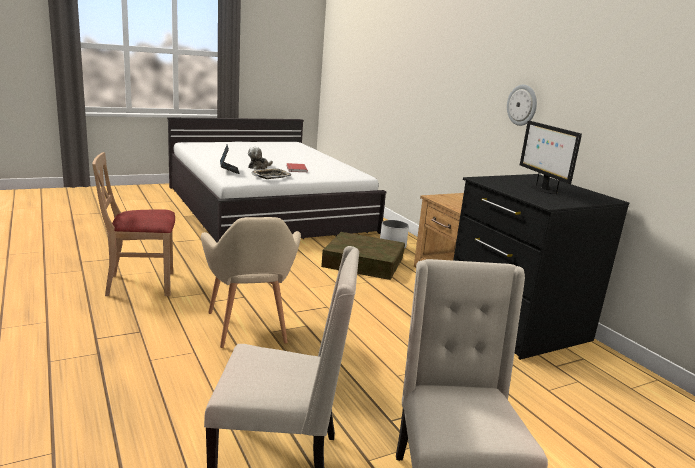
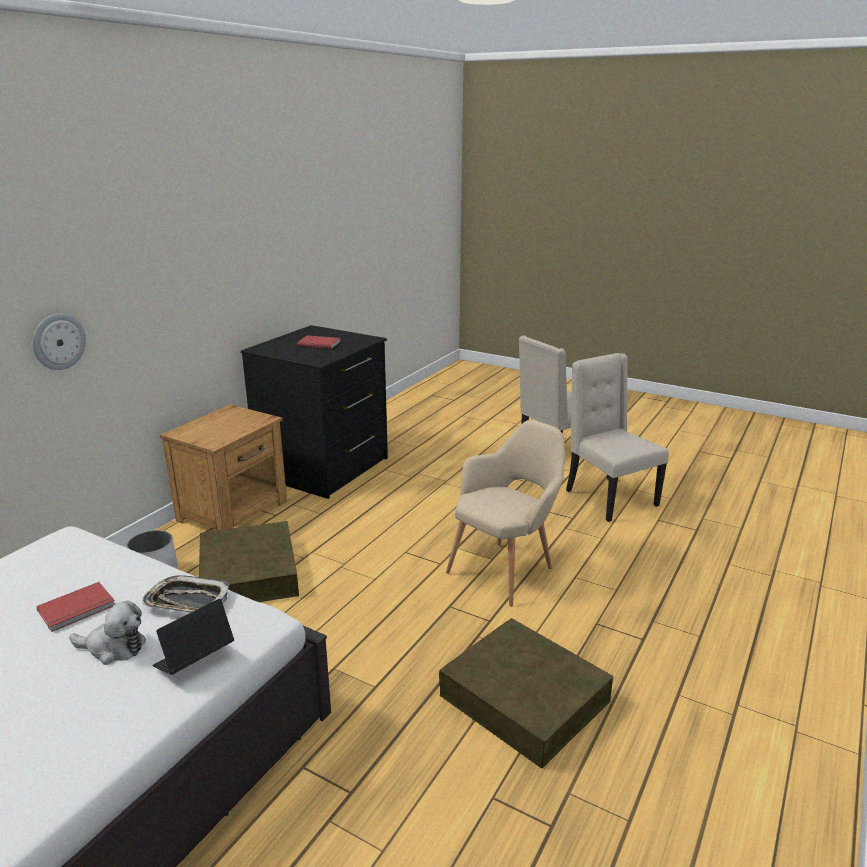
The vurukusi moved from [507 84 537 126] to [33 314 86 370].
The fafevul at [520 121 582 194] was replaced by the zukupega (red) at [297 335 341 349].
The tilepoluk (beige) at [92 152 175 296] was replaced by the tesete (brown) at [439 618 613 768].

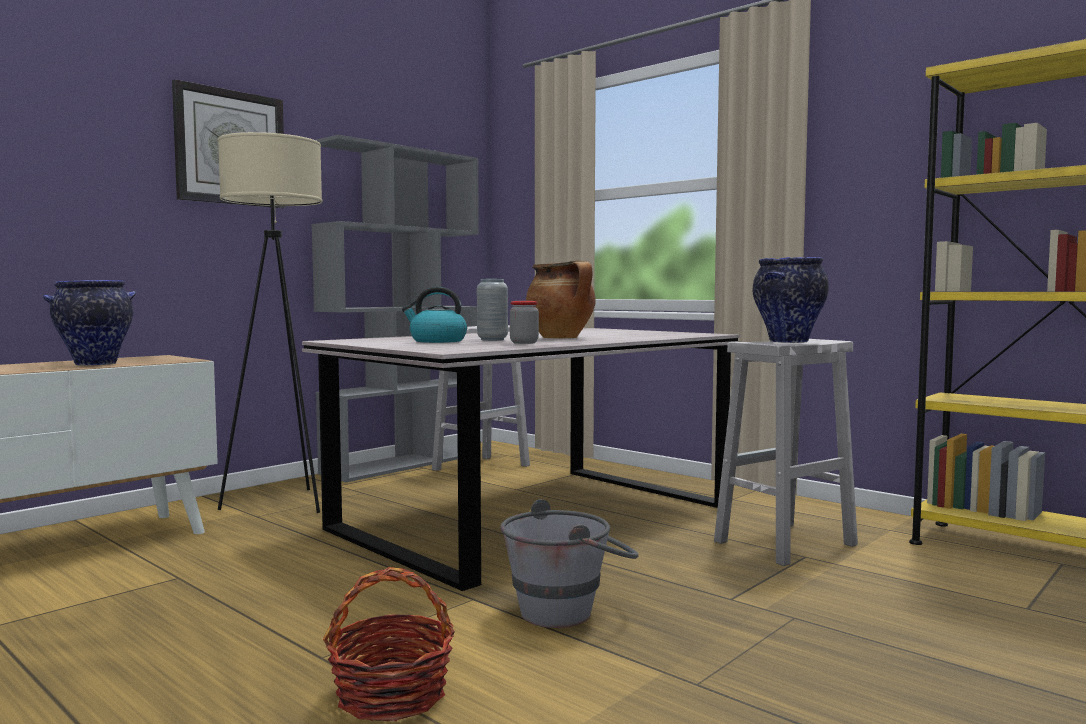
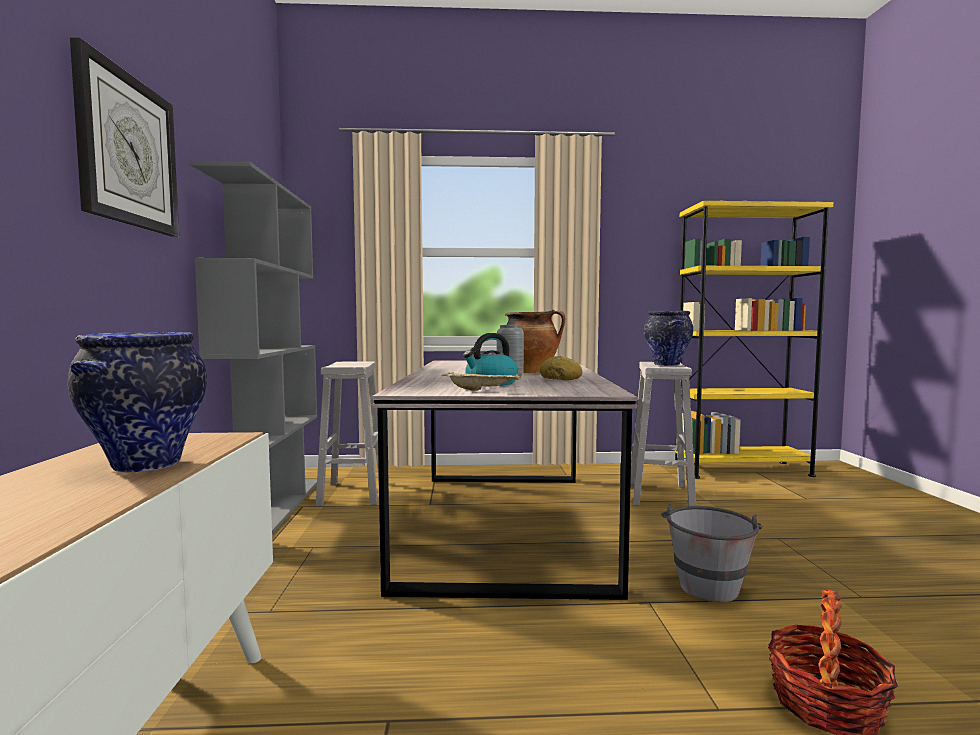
The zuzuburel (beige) at [218 132 322 513] disappeared.
The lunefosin at [510 301 539 344] was replaced by the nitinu at [540 356 582 380].
The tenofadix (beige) at [442 372 521 391] appeared.

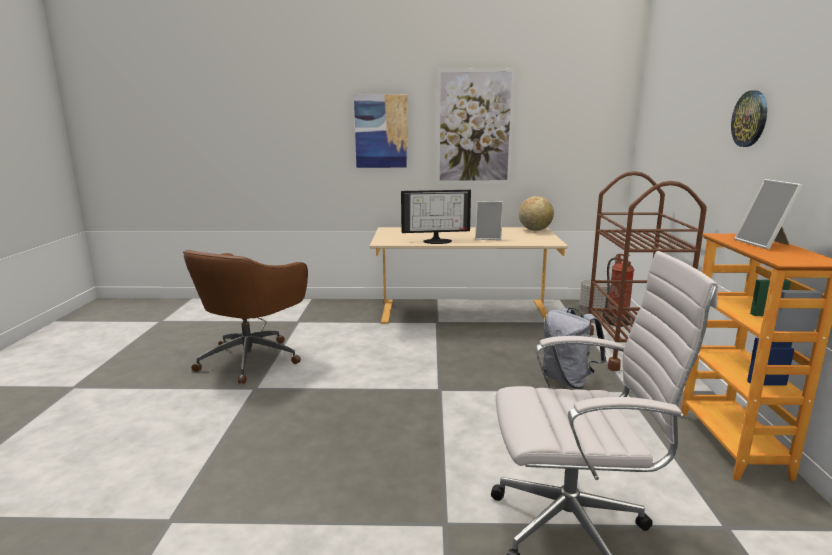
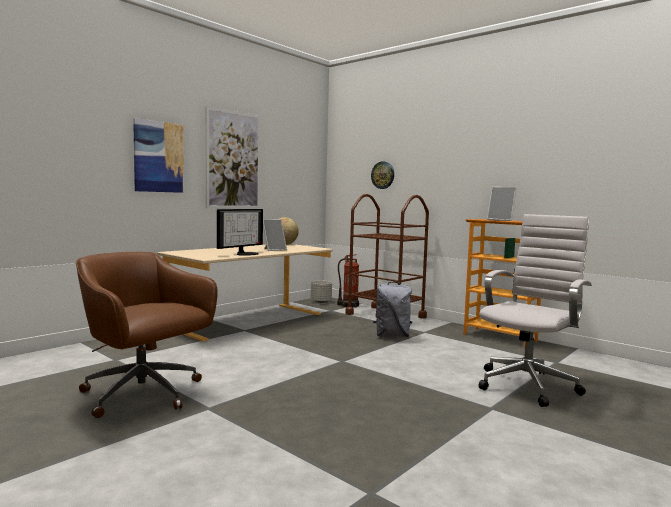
The vurukusi moved from [731 90 767 147] to [371 161 394 189].
The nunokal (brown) at [183 250 308 384] turned 150 degrees clockwise.

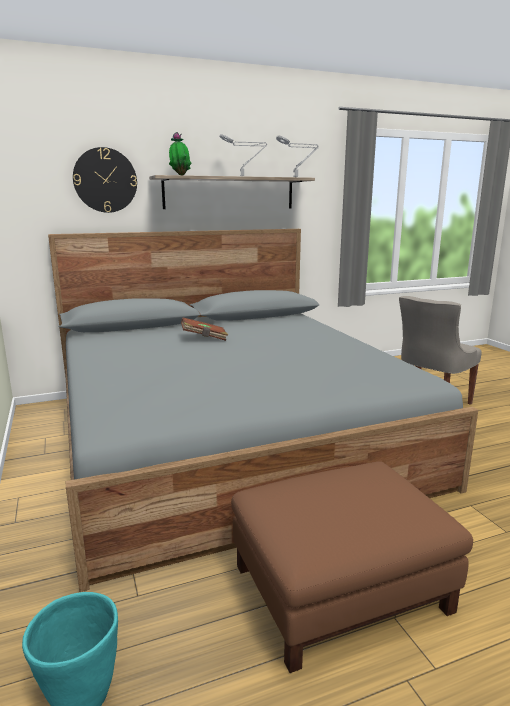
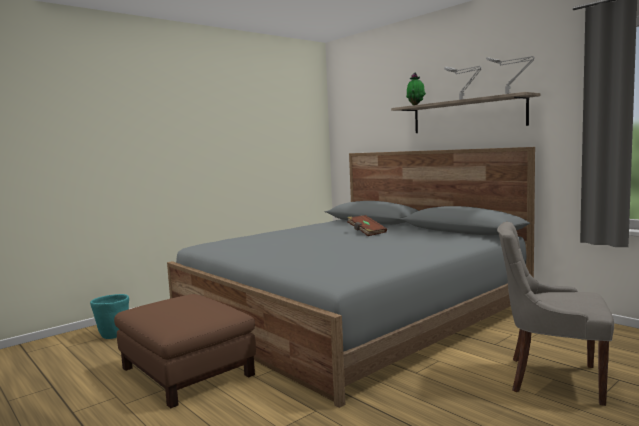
The vurukusi at [73 147 137 213] disappeared.

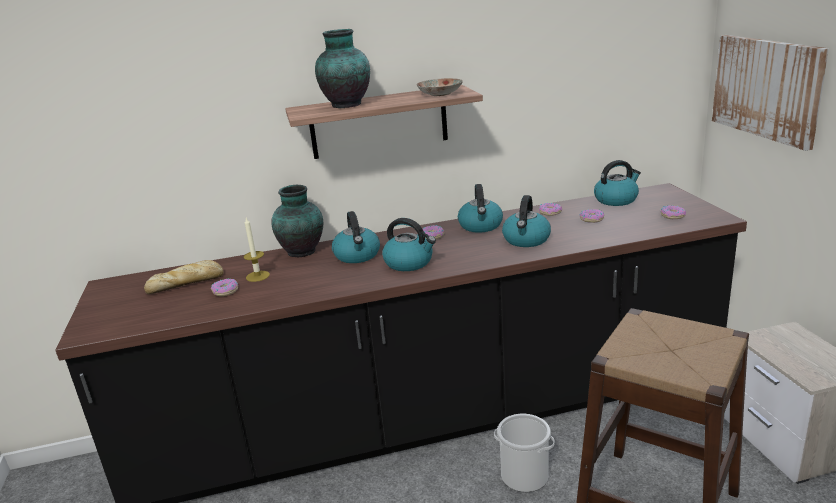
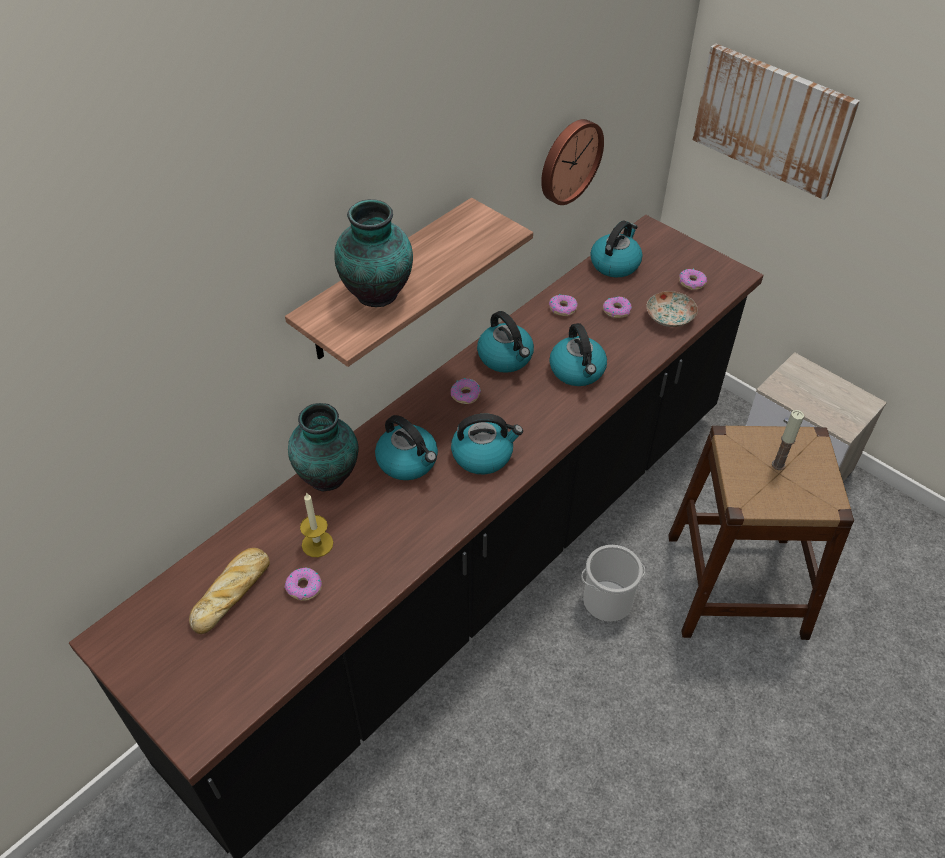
The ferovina moved from [416 78 463 96] to [646 291 698 327].
The vurukusi at [541 119 604 205] appeared.
The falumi at [772 410 804 470] appeared.

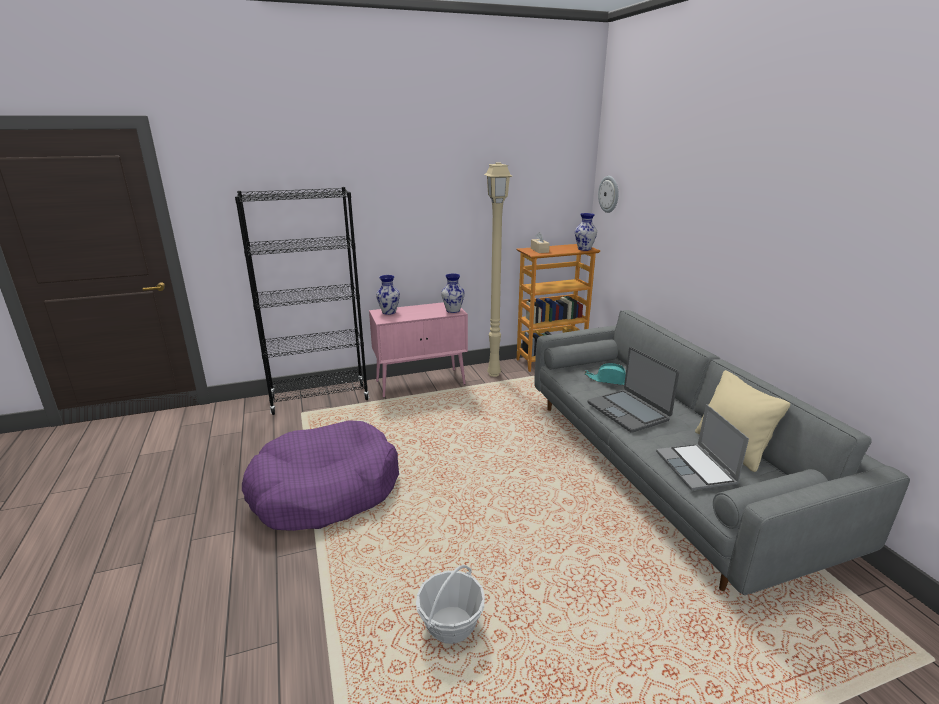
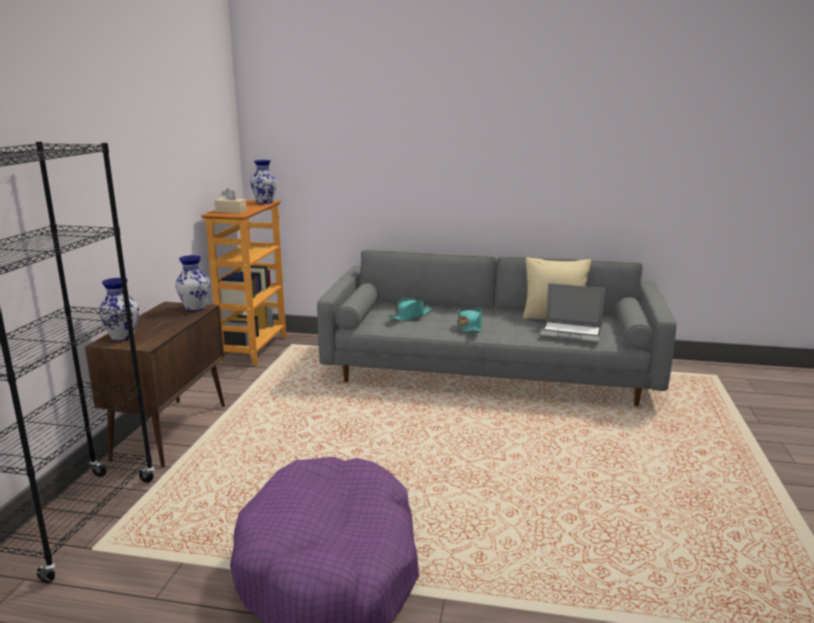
The zuzuburel (beige) at [484 163 512 377] disappeared.
The vurukusi at [598 176 618 213] disappeared.
The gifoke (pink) at [369 302 468 398] became the gifoke (brown) at [85 302 225 468].
The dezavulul at [588 347 679 433] was replaced by the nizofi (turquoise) at [457 307 482 333].
The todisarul at [416 565 485 644] disappeared.

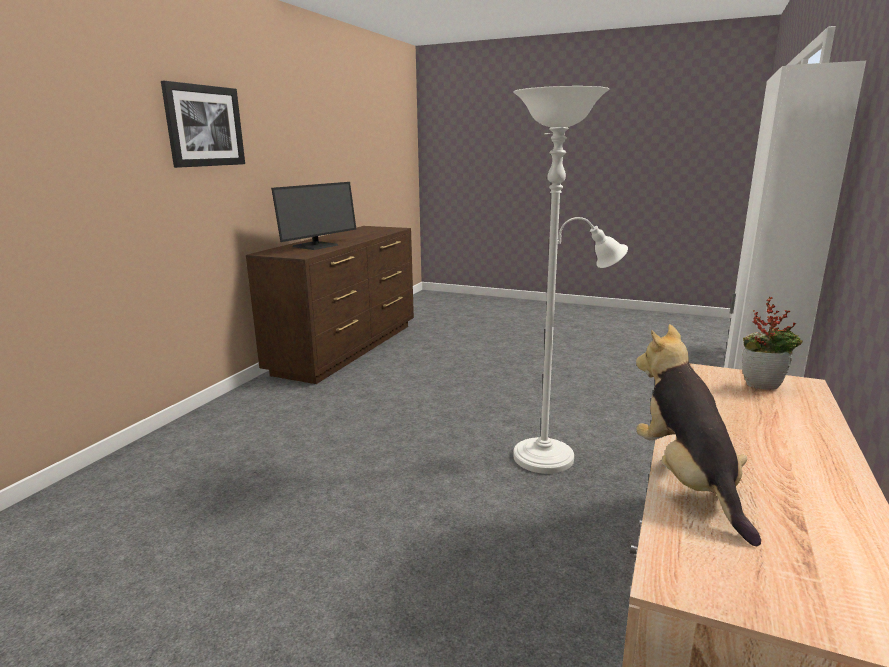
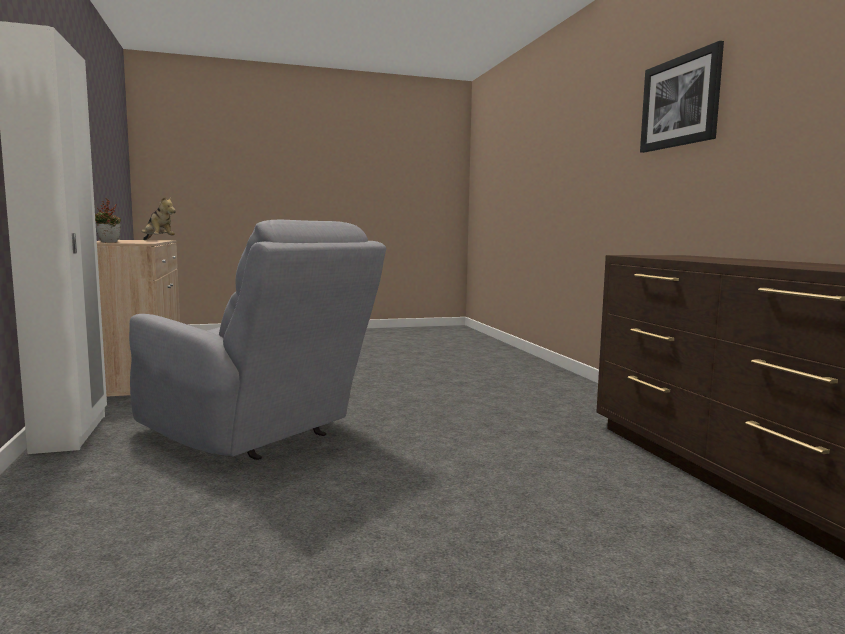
The zuzuburel (white) at [513 86 628 474] was replaced by the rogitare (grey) at [129 220 386 460].
The fafevul at [271 182 356 250] disappeared.

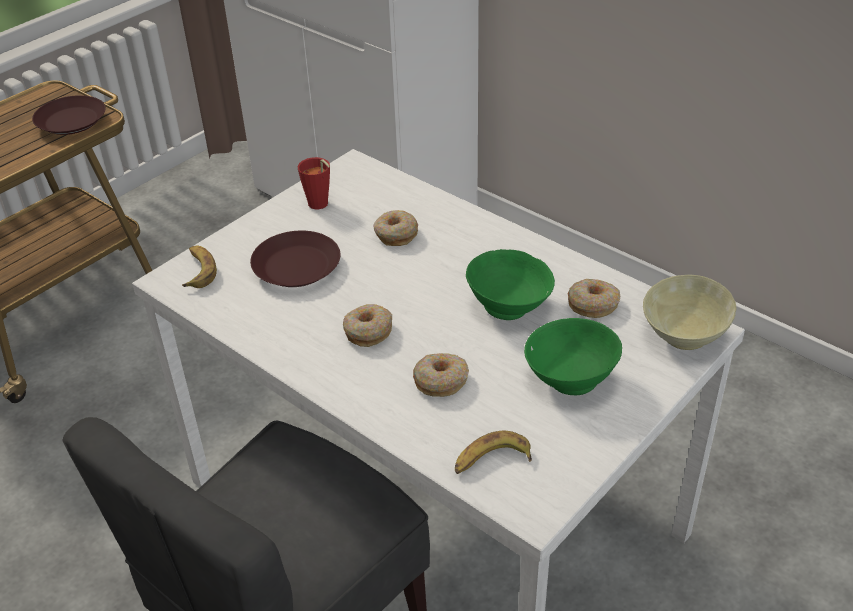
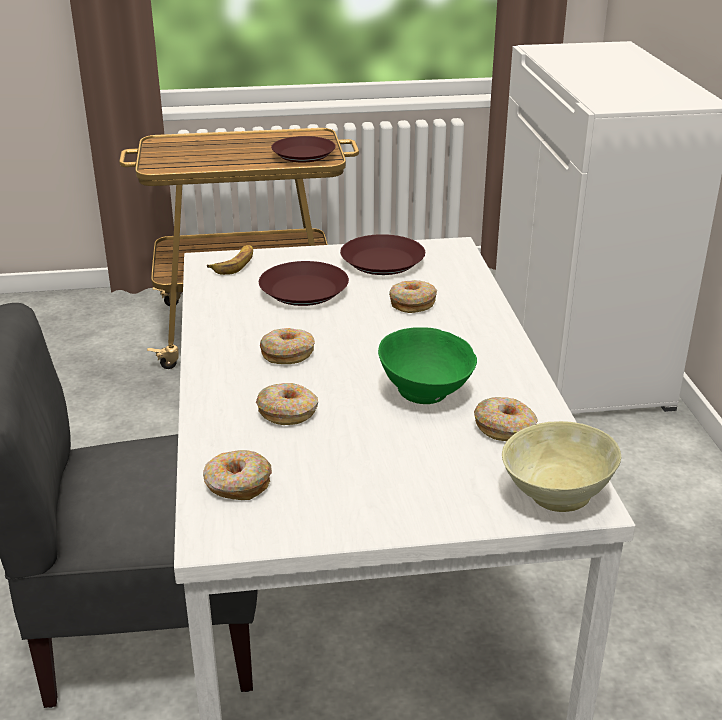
The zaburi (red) at [298 157 330 209] was replaced by the ferovina (brown) at [340 234 425 275].
The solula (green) at [524 318 622 395] disappeared.
The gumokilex at [455 431 532 474] was replaced by the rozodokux at [203 450 272 500].

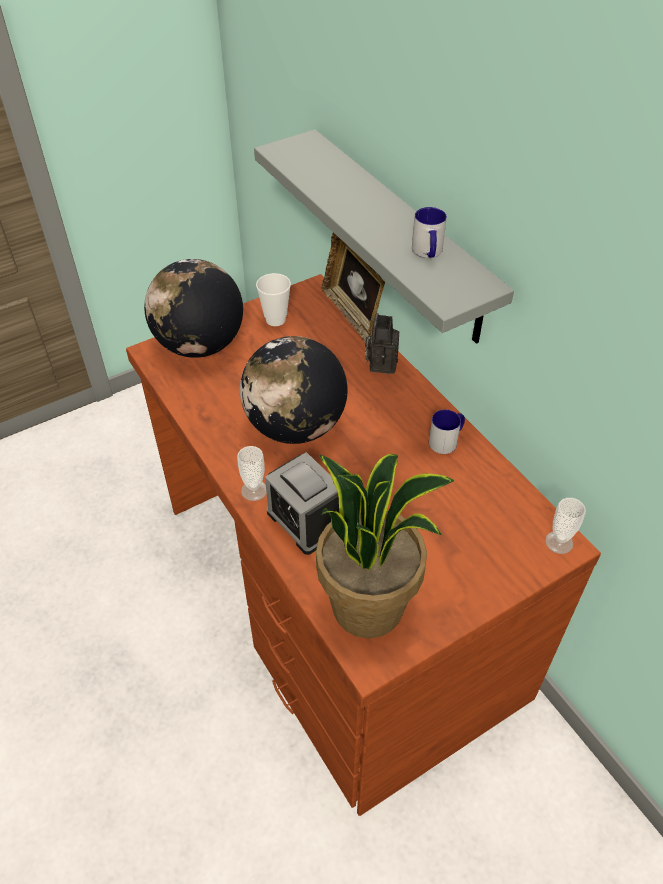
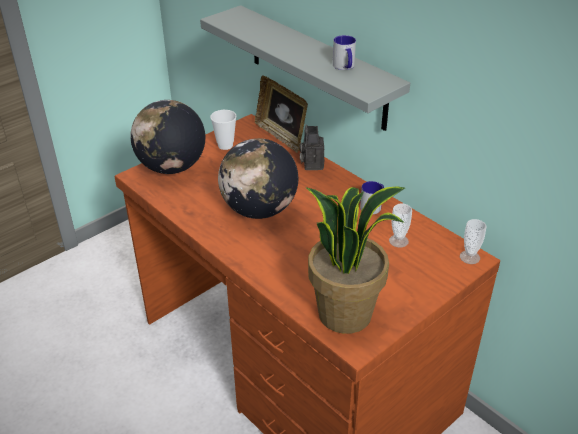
The zaburi moved from [237 446 267 501] to [389 203 412 248].
The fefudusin at [265 452 339 555] disappeared.

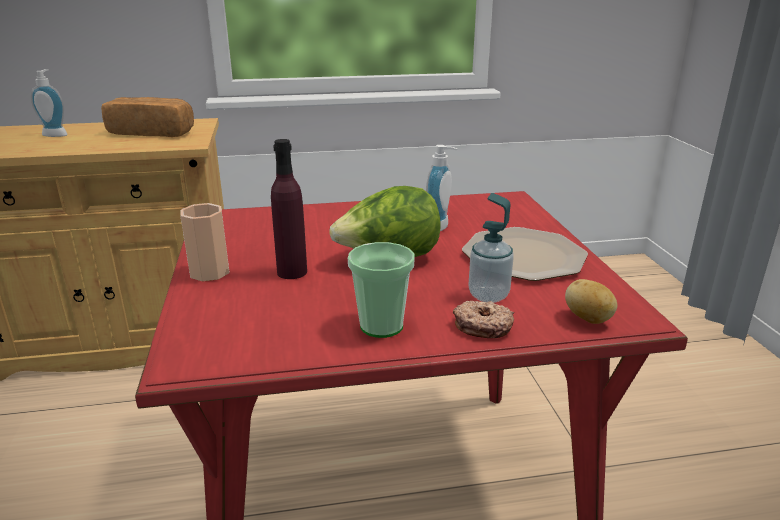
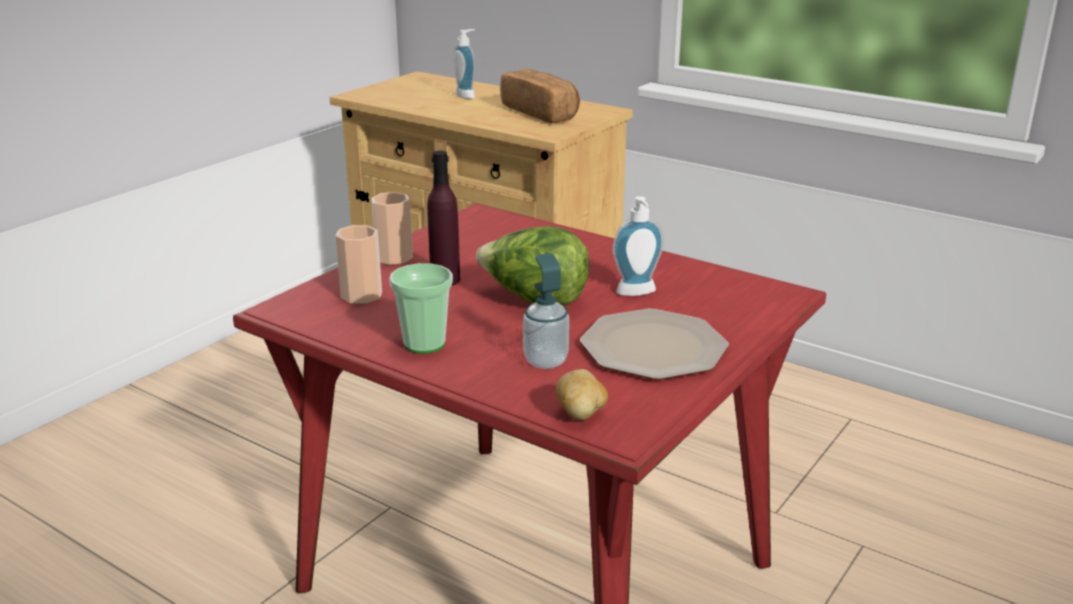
The rozodokux at [453 301 514 338] disappeared.
The zaburi at [335 225 382 304] appeared.

